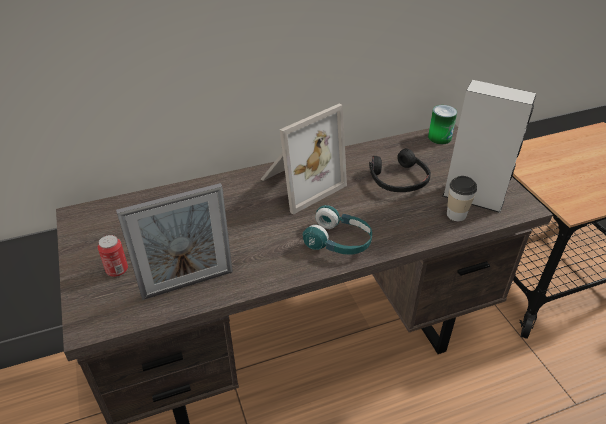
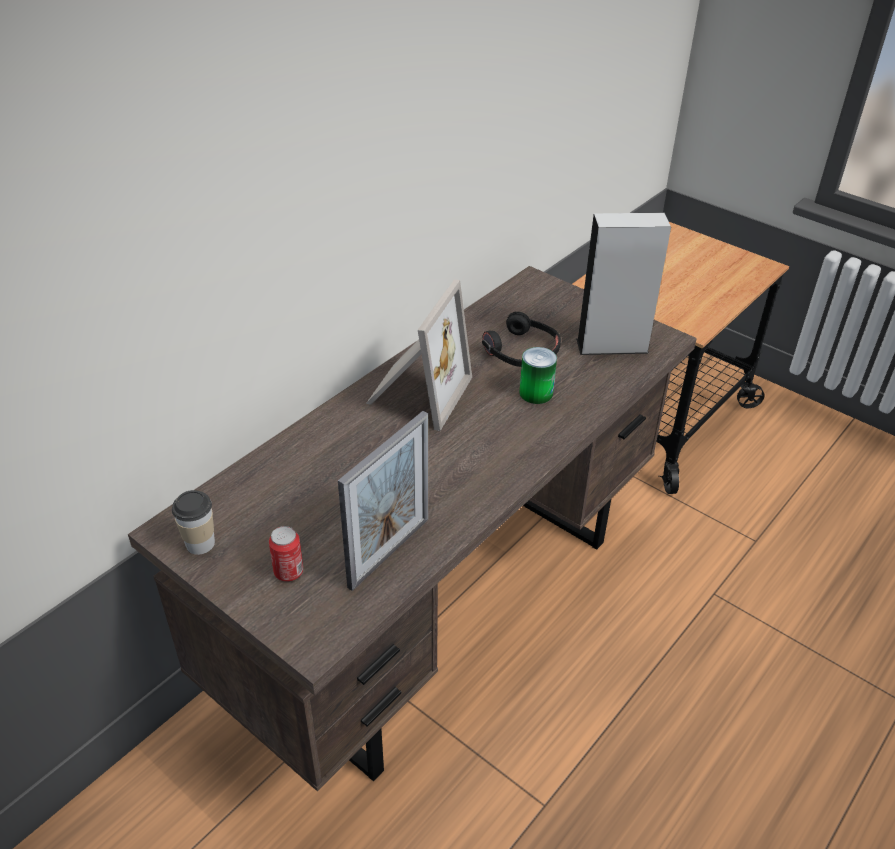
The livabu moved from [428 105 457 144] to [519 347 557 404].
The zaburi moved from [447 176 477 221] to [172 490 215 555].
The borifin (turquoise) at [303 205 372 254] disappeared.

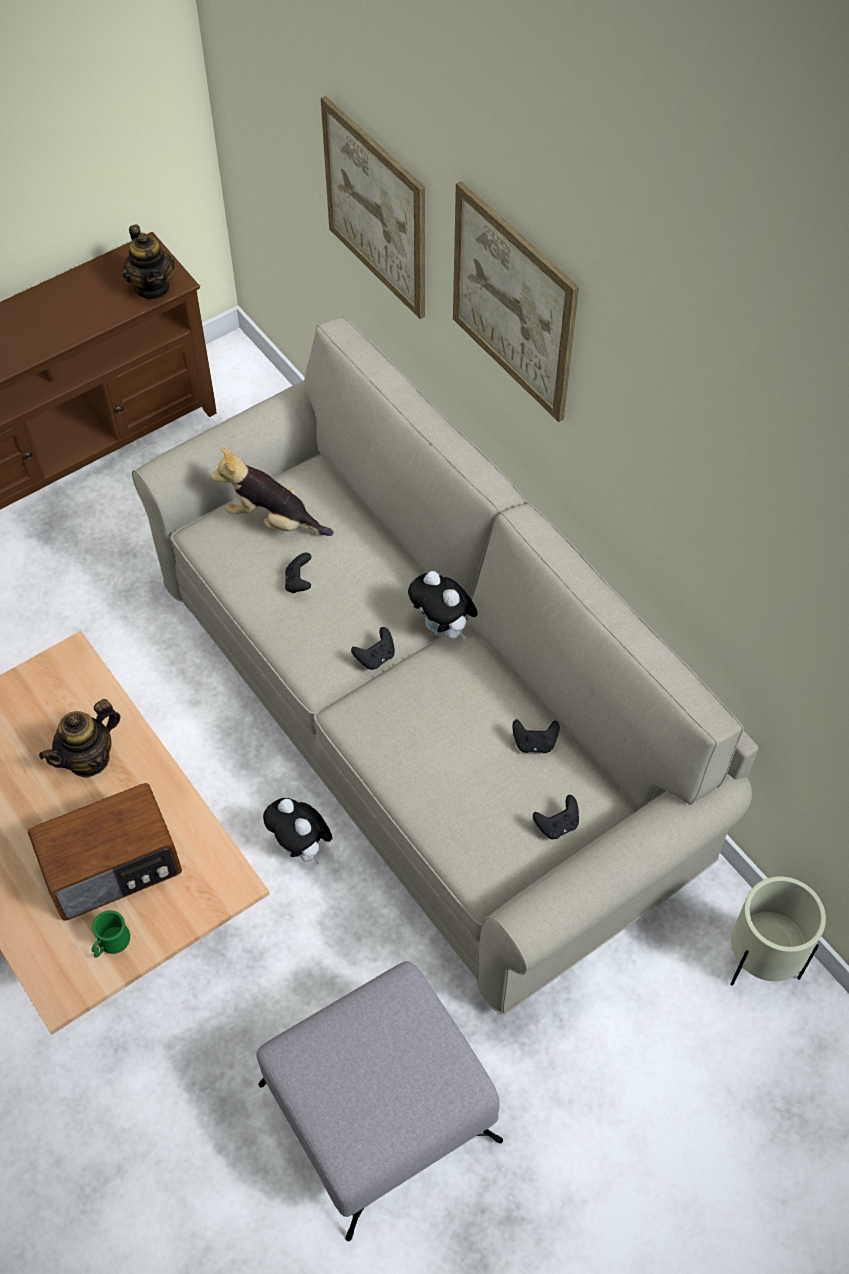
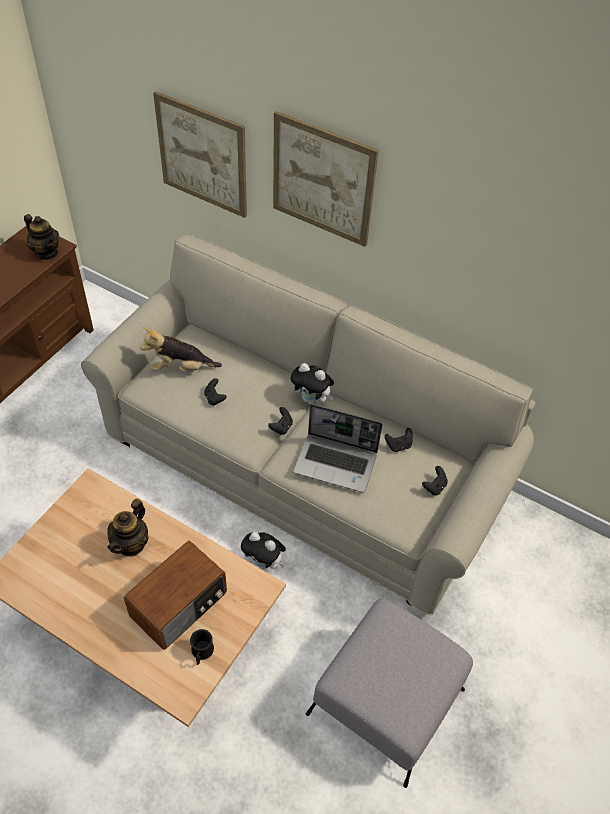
The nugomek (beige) at [730 876 826 986] disappeared.
The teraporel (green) at [91 910 130 958] became the teraporel (black) at [190 629 214 665].
The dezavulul at [294 404 383 492] appeared.

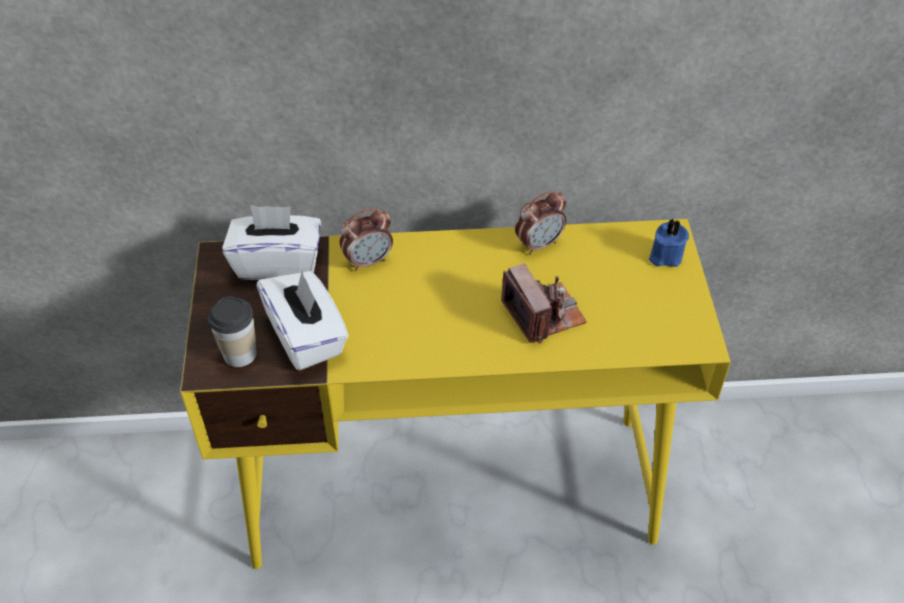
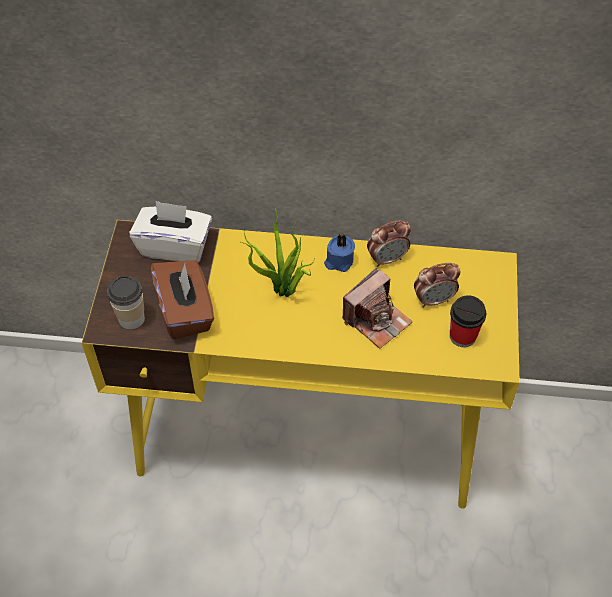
The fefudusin moved from [339 208 393 271] to [414 263 460 308].
The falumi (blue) moved from [649 219 689 267] to [324 234 355 272].
The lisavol at [501 264 587 344] turned 60 degrees clockwise.
The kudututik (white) at [256 270 348 370] became the kudututik (brown) at [150 260 214 339].
The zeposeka at [241 212 314 297] appeared.
The zaburi at [450 296 486 347] appeared.

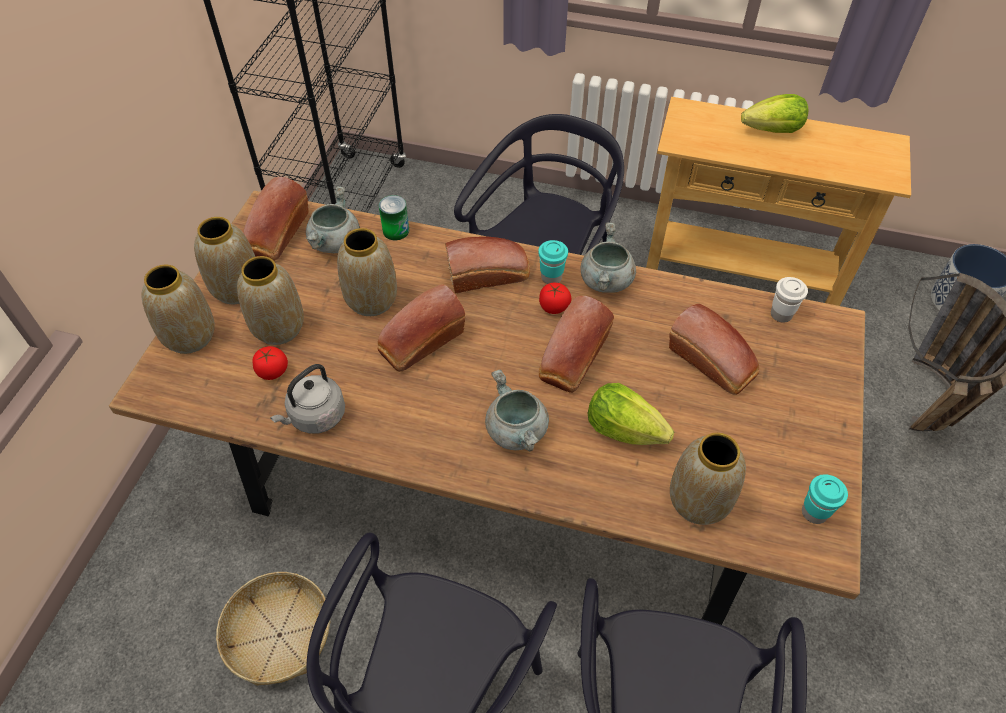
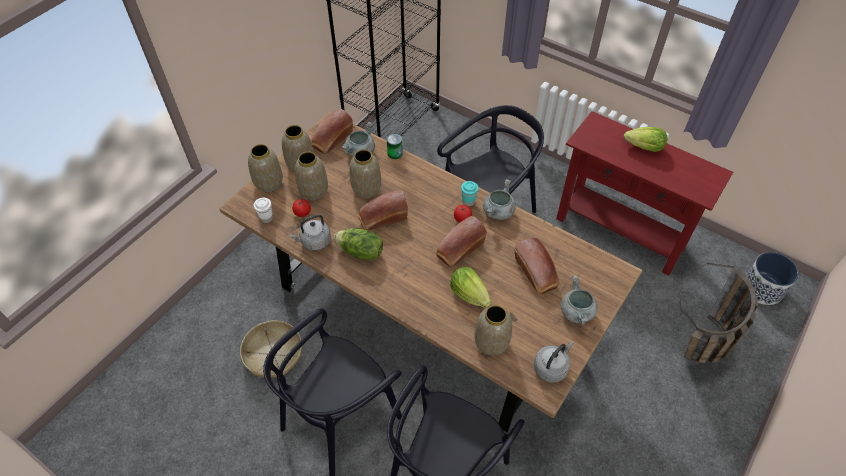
The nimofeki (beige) at [646 97 911 306] became the nimofeki (red) at [556 111 733 275].
The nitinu at [445 236 530 293] disappeared.
The zaburi (white) moved from [771 277 808 323] to [254 198 273 223].
The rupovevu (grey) moved from [485 370 549 451] to [560 276 598 325].
The zaburi (turquoise) at [802 474 848 524] was replaced by the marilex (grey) at [534 342 573 383].
The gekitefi at [334 228 383 261] appeared.

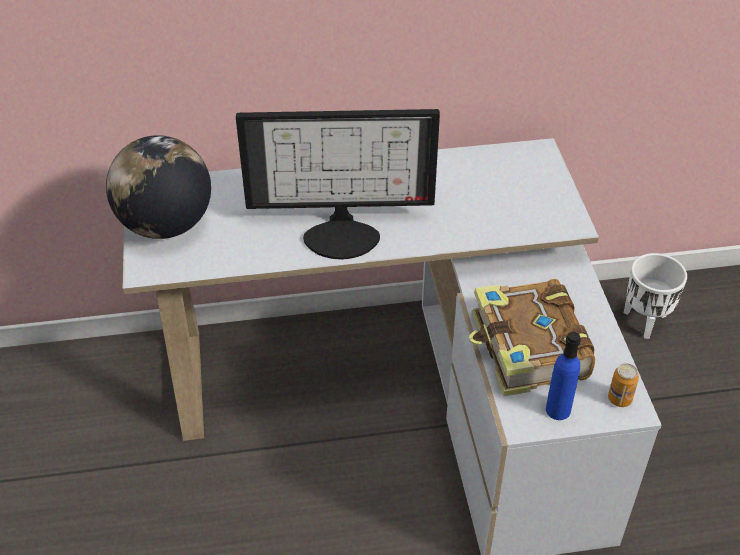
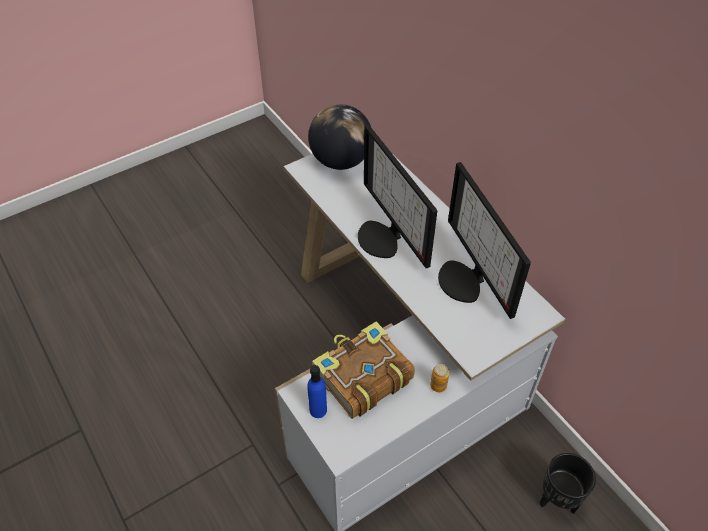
The nugomek (white) at [624 253 687 339] became the nugomek (black) at [539 453 596 514].
The livabu moved from [608 363 639 407] to [430 364 449 392].
The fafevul at [438 162 531 319] appeared.

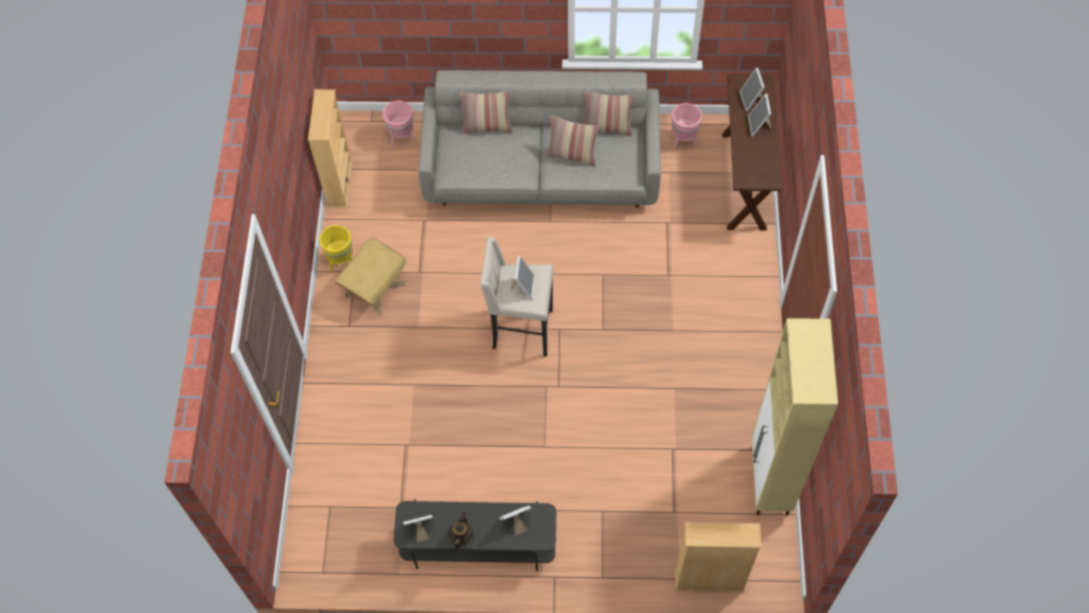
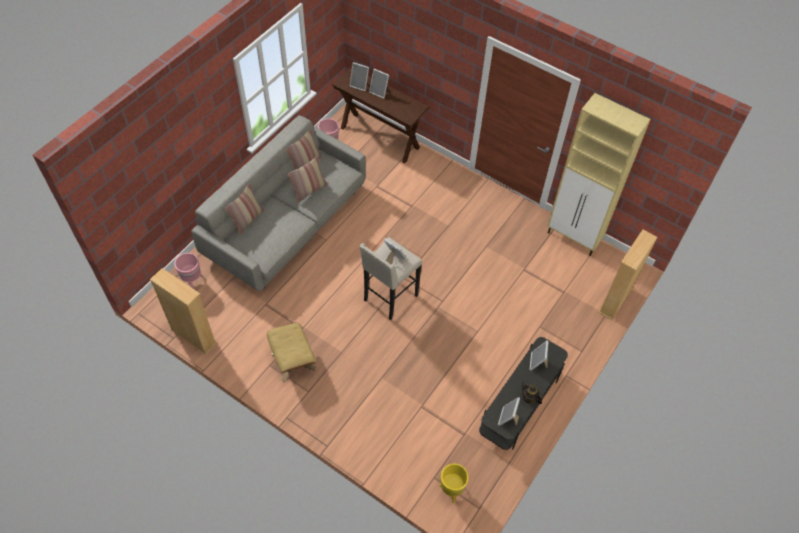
The nugomek (yellow) moved from [319 225 353 271] to [439 463 469 503].

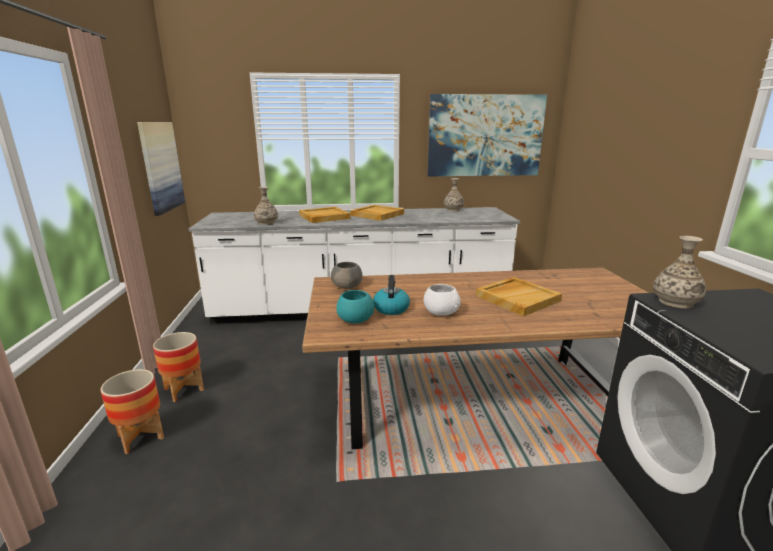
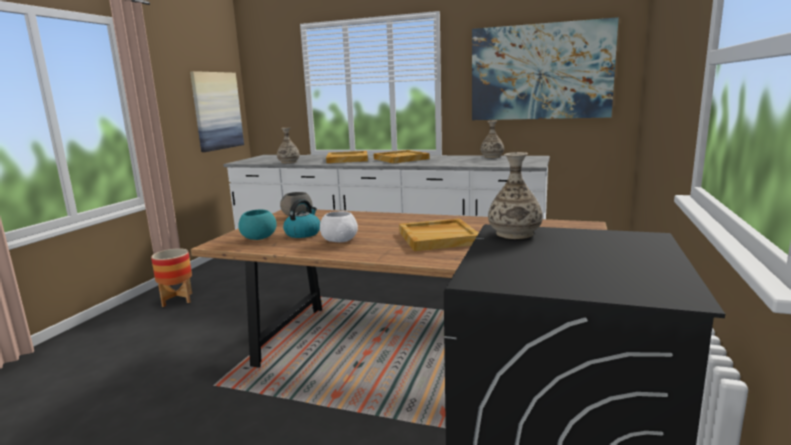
The nugomek at [100 369 164 454] disappeared.

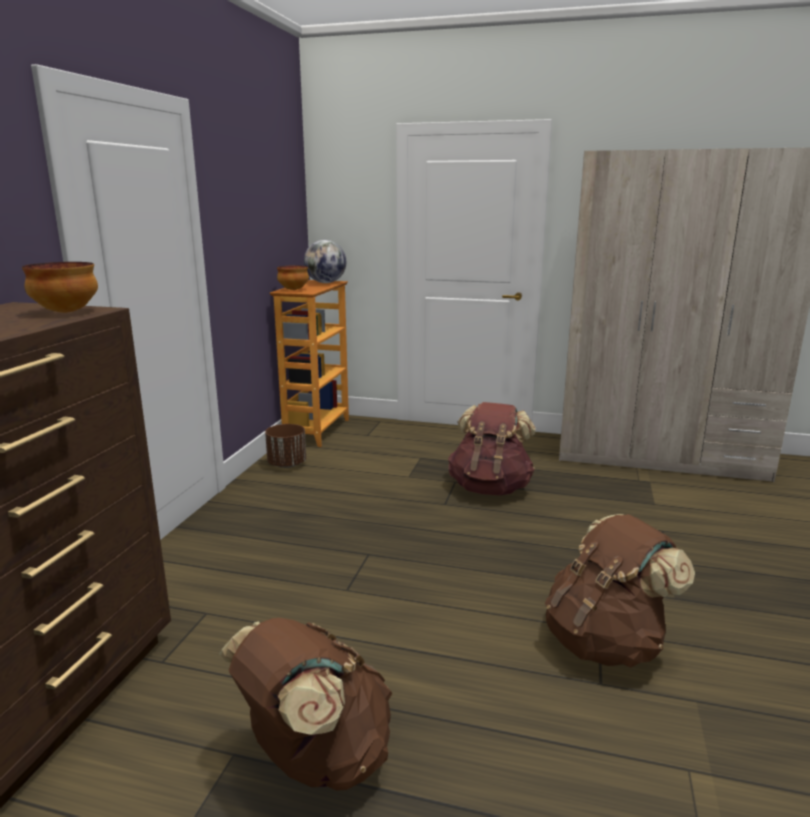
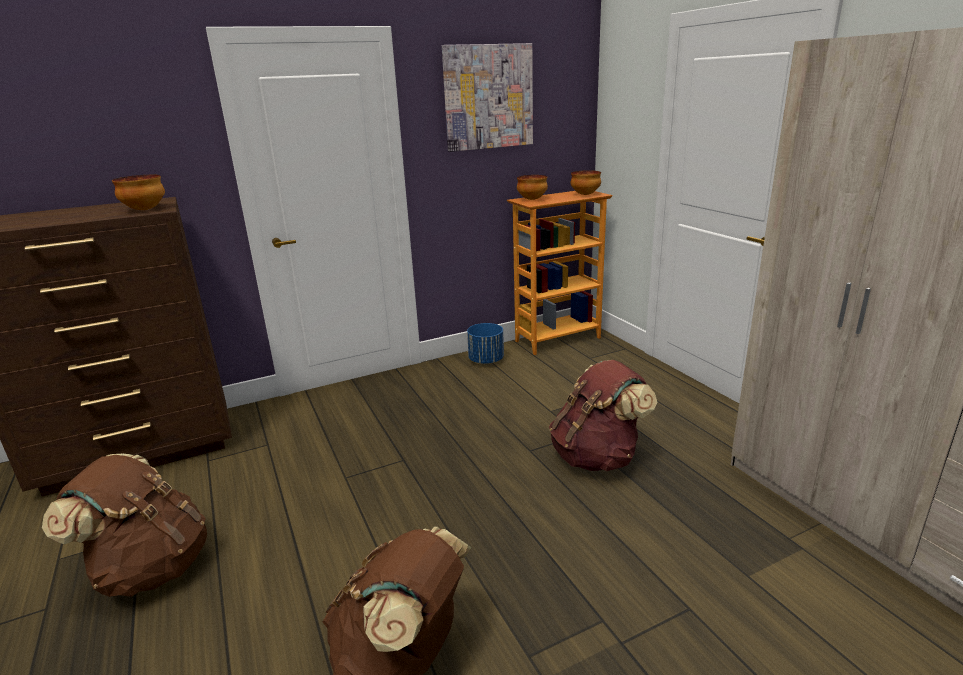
The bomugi at [304 240 346 283] was replaced by the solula at [571 170 601 195].
The nugomek (brown) at [265 424 306 468] became the nugomek (blue) at [467 323 504 364].
The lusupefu at [442 43 533 152] appeared.

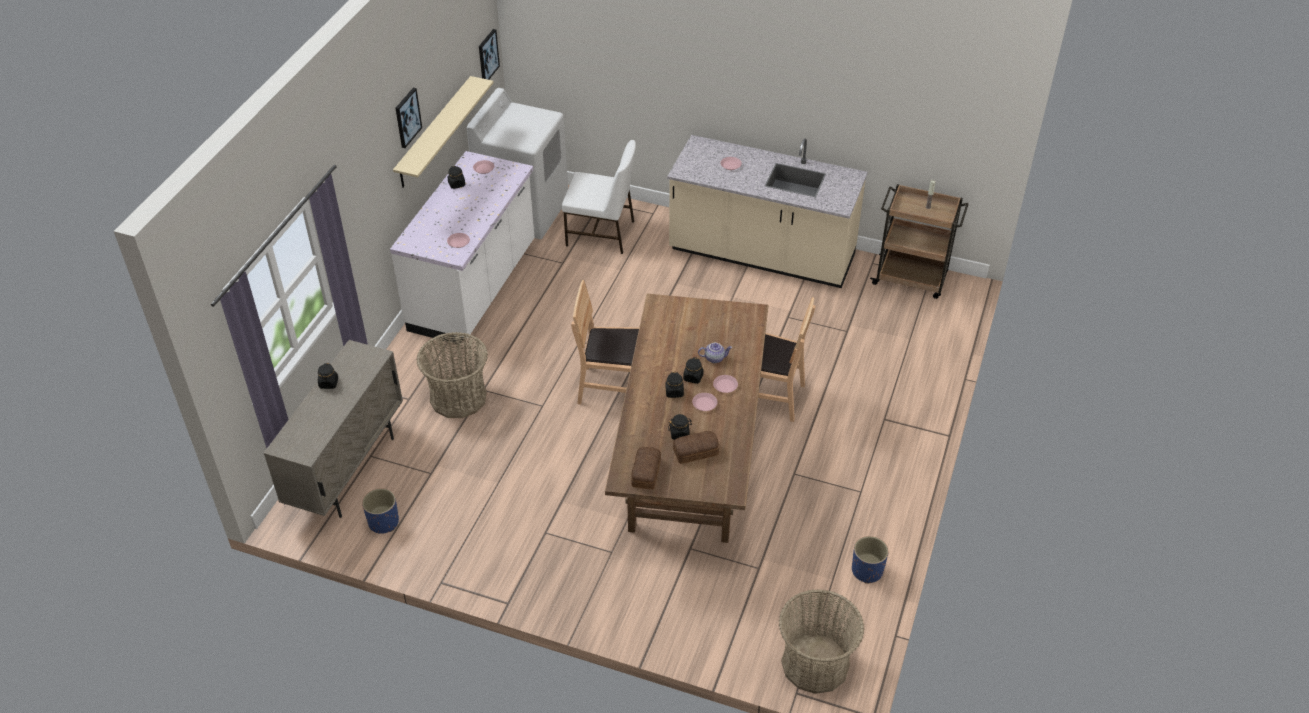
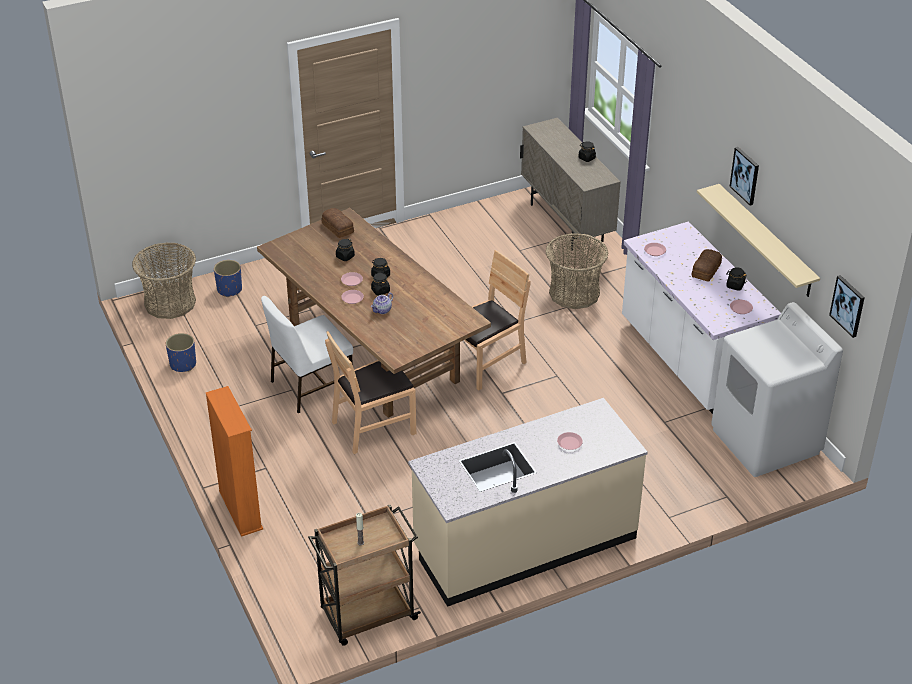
The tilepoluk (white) moved from [562 140 636 254] to [261 296 353 413].
The nitinu moved from [673 431 719 464] to [692 249 722 281].
The nugomek (blue) moved from [362 488 399 534] to [214 260 242 297].
The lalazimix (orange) at [206 386 263 537] appeared.

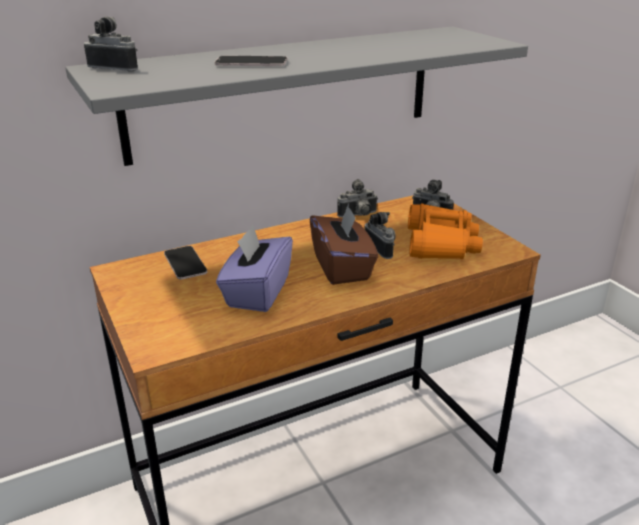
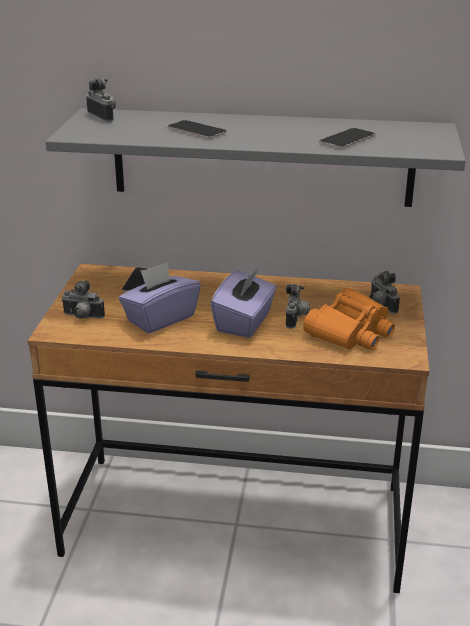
The lisavol moved from [337 179 378 218] to [61 280 105 319].
The kudututik (brown) at [310 205 378 285] became the kudututik (purple) at [211 269 277 338].
The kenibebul at [319 128 375 149] appeared.

